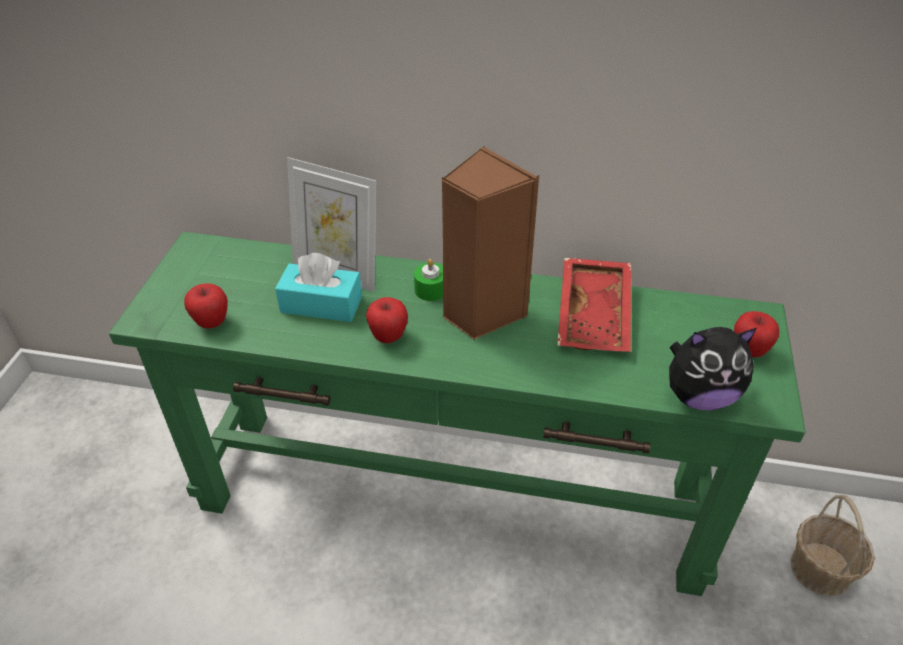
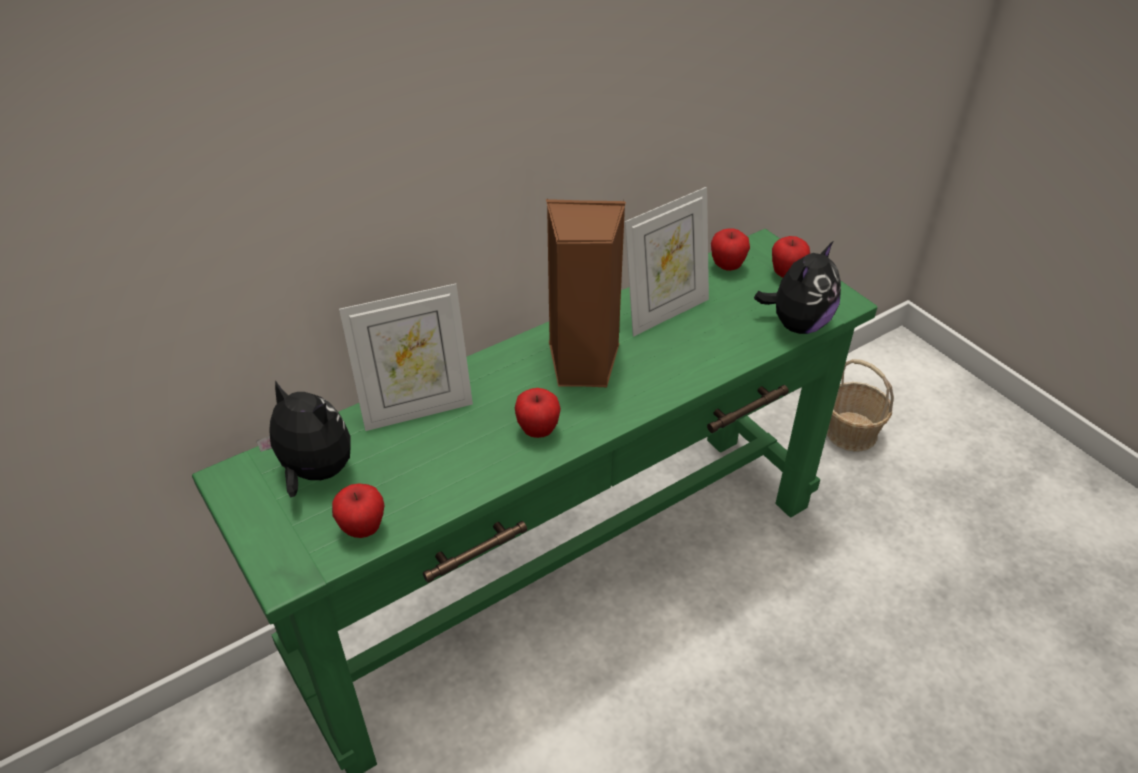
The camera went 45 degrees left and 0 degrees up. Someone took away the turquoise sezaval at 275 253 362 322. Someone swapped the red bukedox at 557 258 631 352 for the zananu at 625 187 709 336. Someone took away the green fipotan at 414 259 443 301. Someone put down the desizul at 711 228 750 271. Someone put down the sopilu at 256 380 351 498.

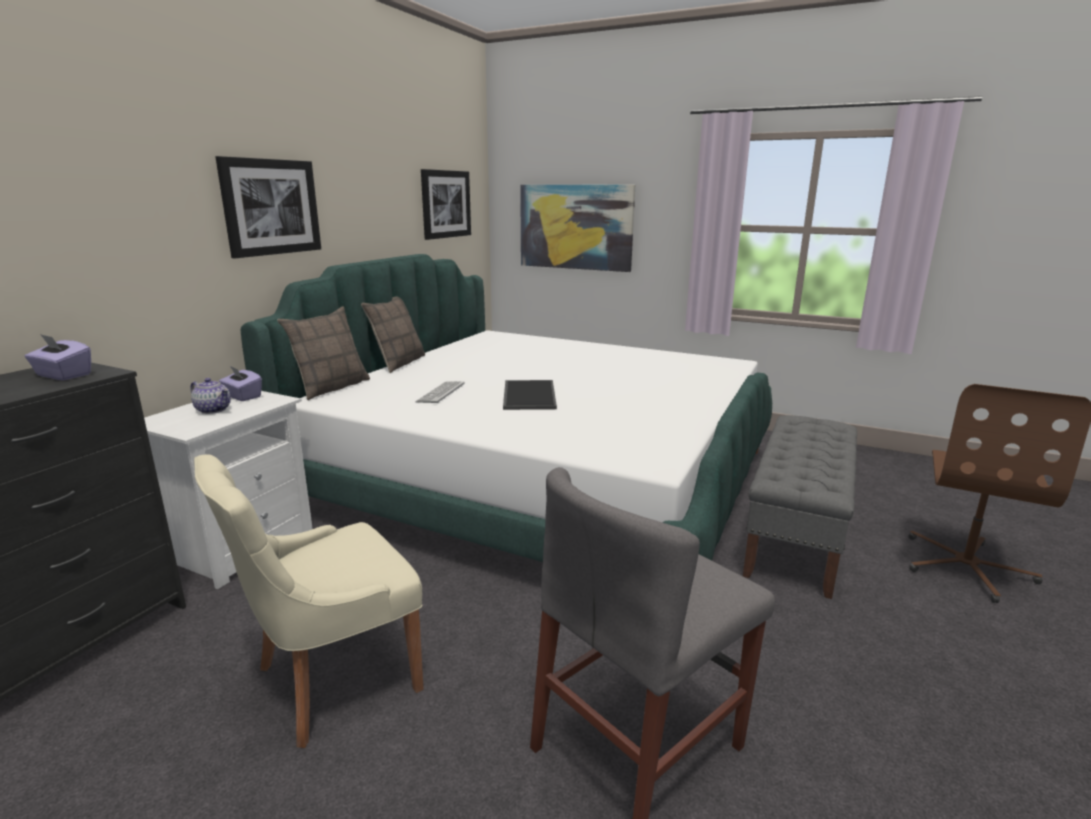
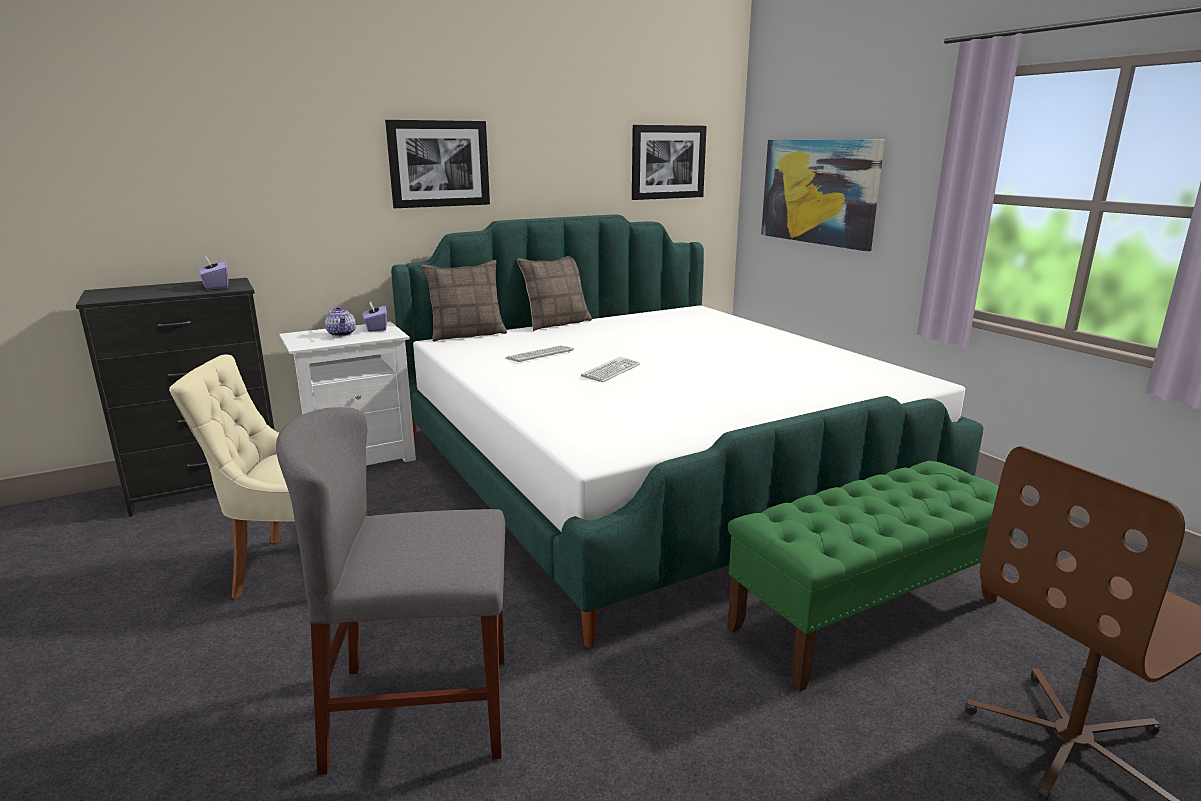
The camera went 35 degrees right and 0 degrees up. Someone swapped the bukedox at 503 380 557 410 for the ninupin at 581 357 641 382. Someone repainted the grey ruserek at 743 415 857 599, which became the green ruserek at 727 461 1014 692.

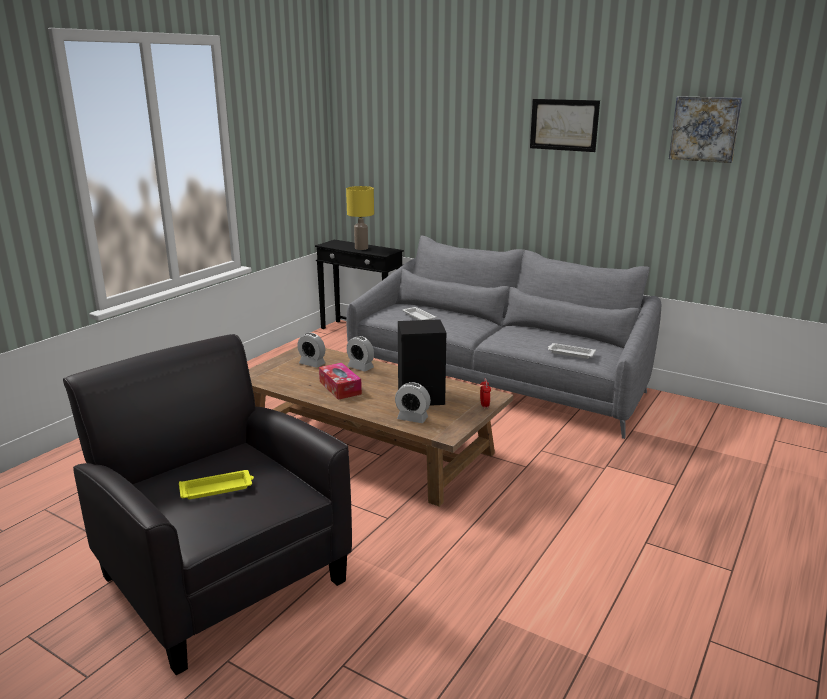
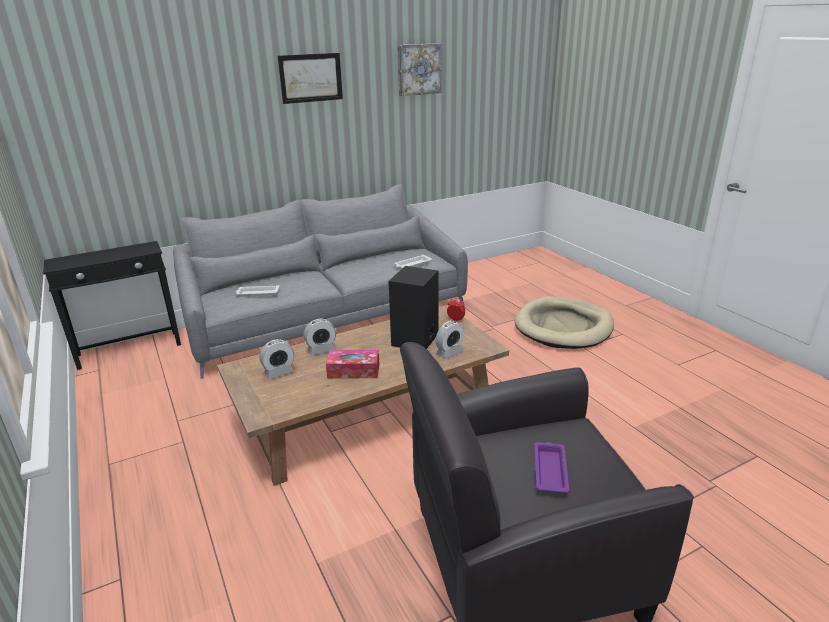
The camera went 60 degrees left and 5 degrees up. Someone took away the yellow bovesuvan at 346 186 374 250. Someone repainted the yellow bukedox at 179 470 254 499, which became the purple bukedox at 535 442 569 493. Someone put down the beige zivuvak at 515 296 614 349.

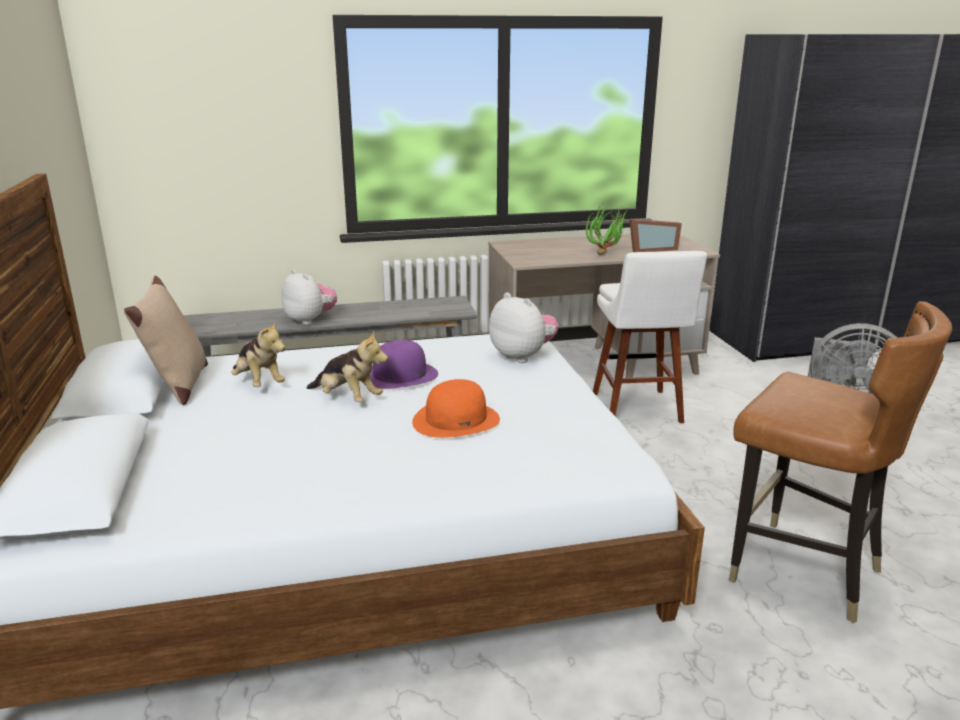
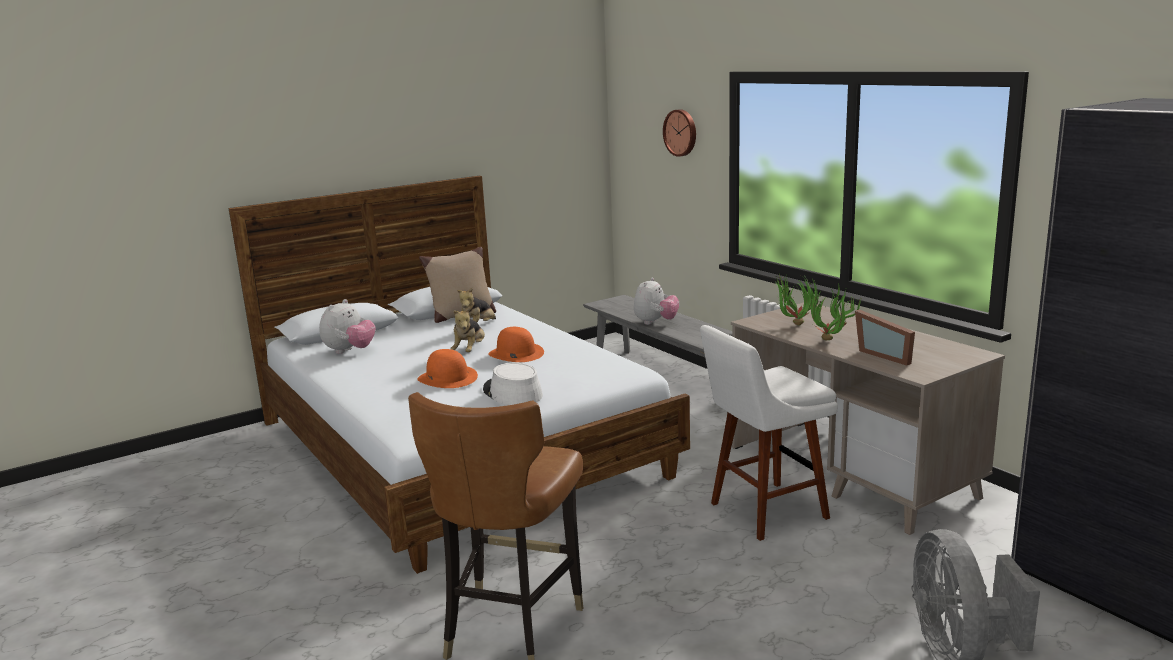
The camera went 70 degrees right and 5 degrees down. Someone carried the sopilu from 489 292 558 363 to 319 299 376 354. Someone repainted the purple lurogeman at 369 340 438 389, which became the orange lurogeman at 488 327 544 362. Someone put up the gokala at 663 109 696 157. Someone put down the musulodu at 775 274 817 325. Someone put down the white lurogeman at 483 363 543 405.

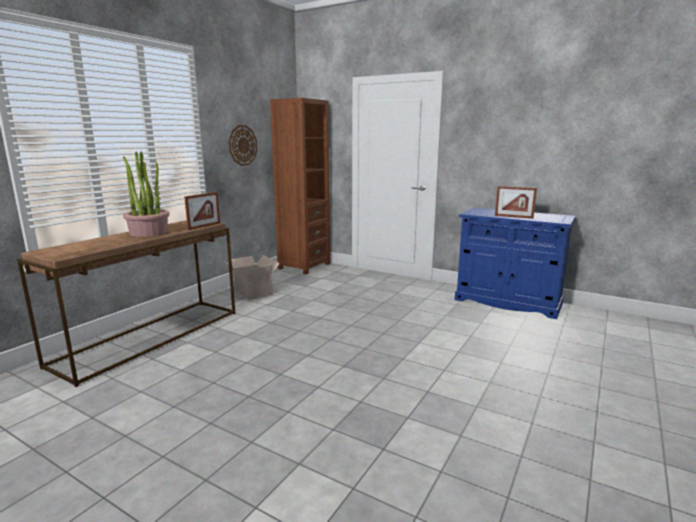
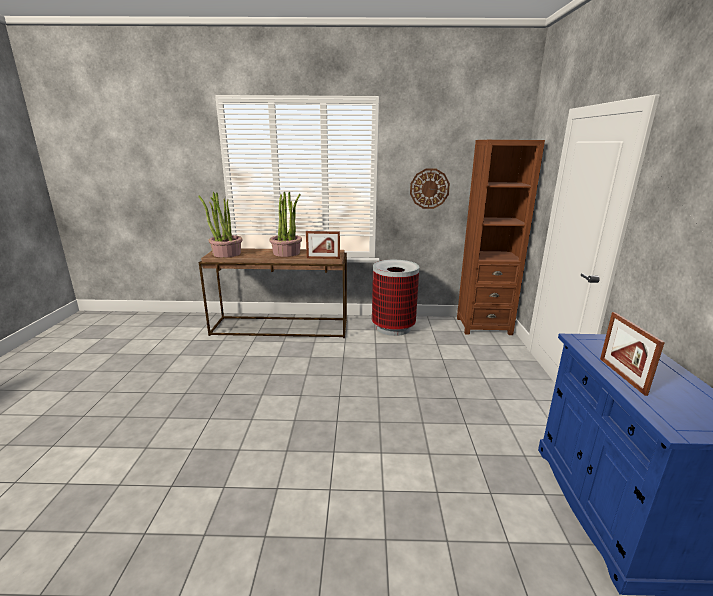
The camera went 60 degrees right and 5 degrees up. Someone swapped the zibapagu at 225 255 280 300 for the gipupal at 372 260 419 336. Someone put down the musulodu at 198 192 243 258.

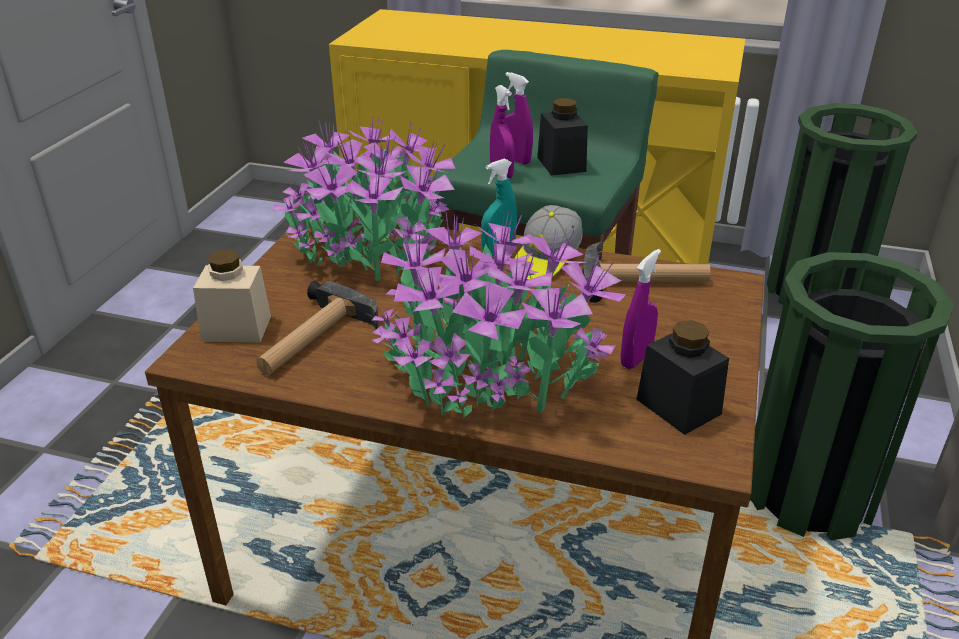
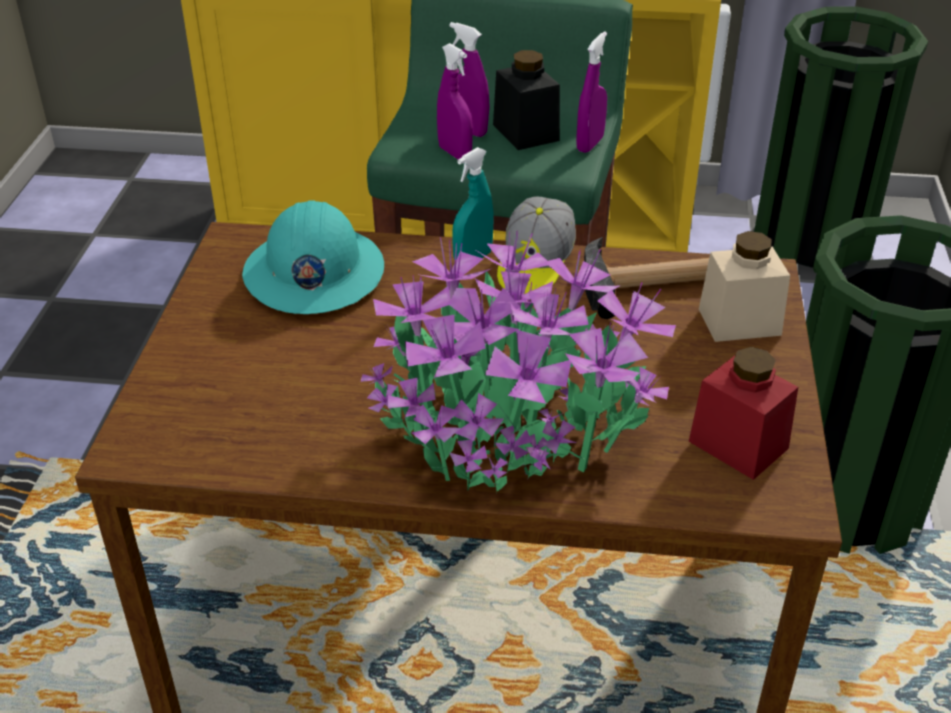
The camera went 10 degrees left and 5 degrees up. Someone swapped the musulodu at 273 118 456 281 for the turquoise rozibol at 242 200 384 314. Someone carried the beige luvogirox from 193 249 271 342 to 699 231 790 342. Someone carried the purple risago from 620 249 661 369 to 576 31 607 153. Someone took away the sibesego at 256 281 379 375. Someone repainted the black luvogirox at 637 320 729 435, which became the red luvogirox at 689 347 798 480.

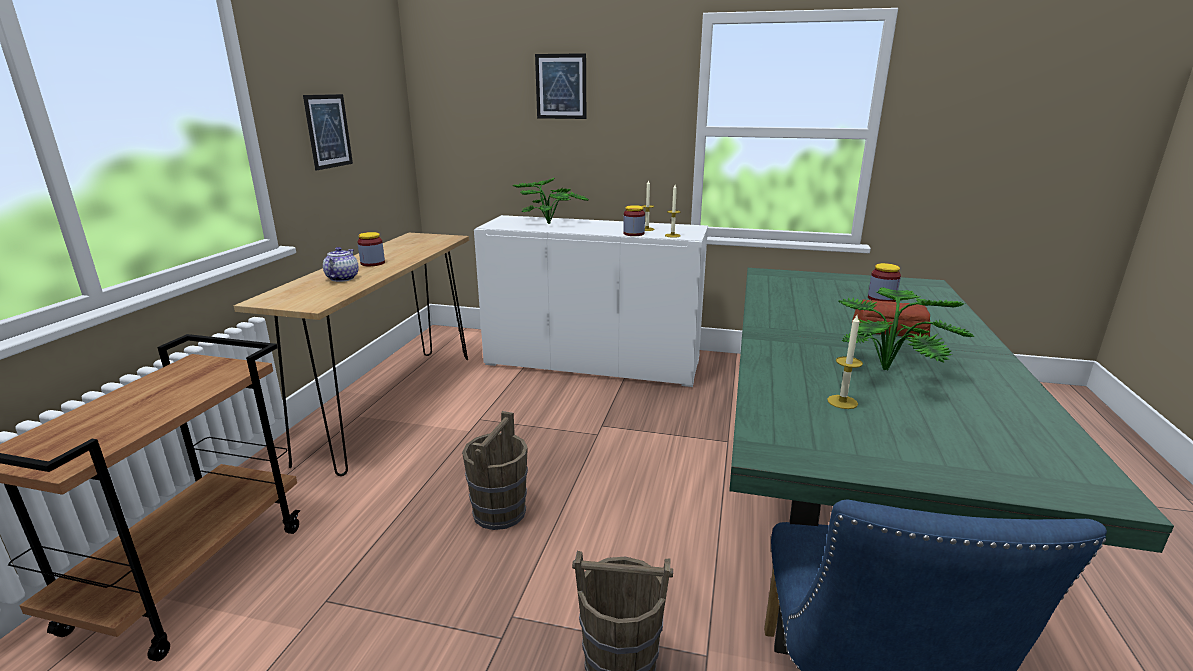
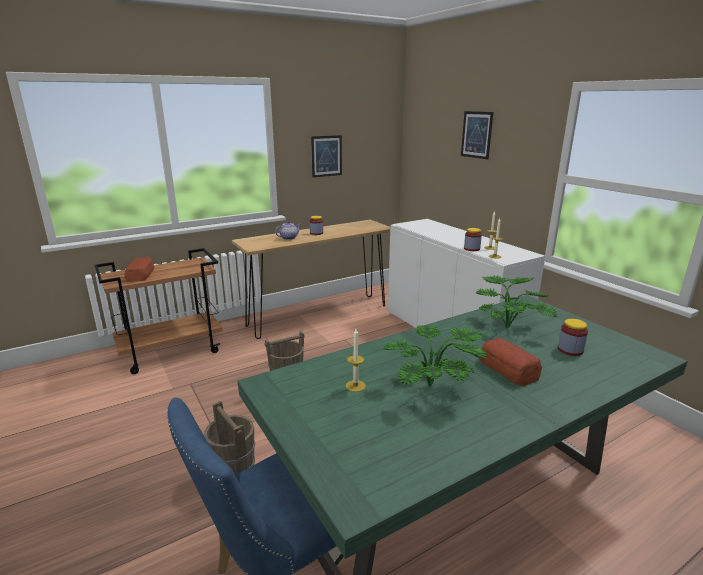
The camera went 45 degrees right and 0 degrees up. Someone carried the musulodu from 513 178 588 224 to 476 275 558 328. Someone put down the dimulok at 124 257 154 282.

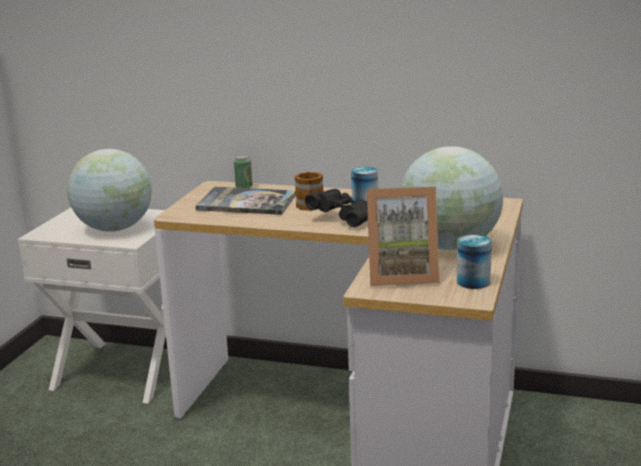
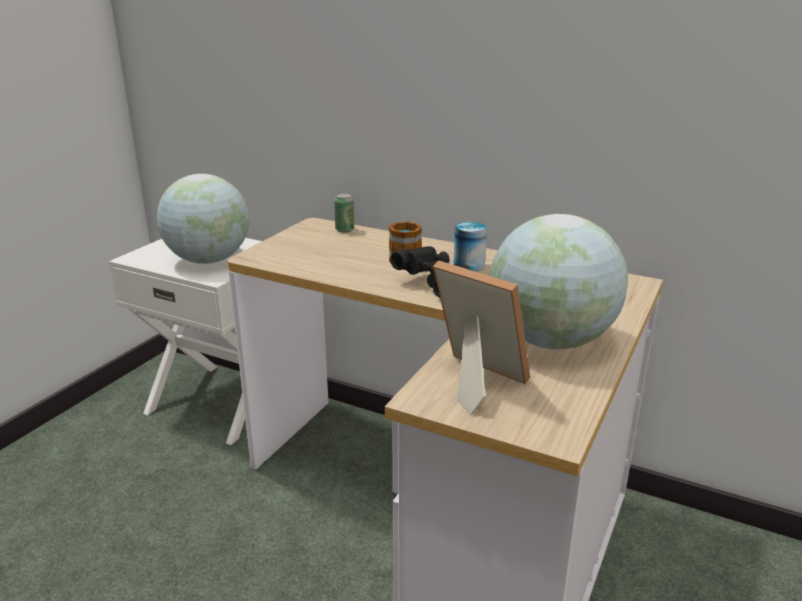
The camera went 10 degrees right and 5 degrees up. Someone took away the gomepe at 195 187 296 215. Someone rotated the zananu at 367 187 439 286 by 150 degrees counterclockwise. Someone took away the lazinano at 457 234 492 289.

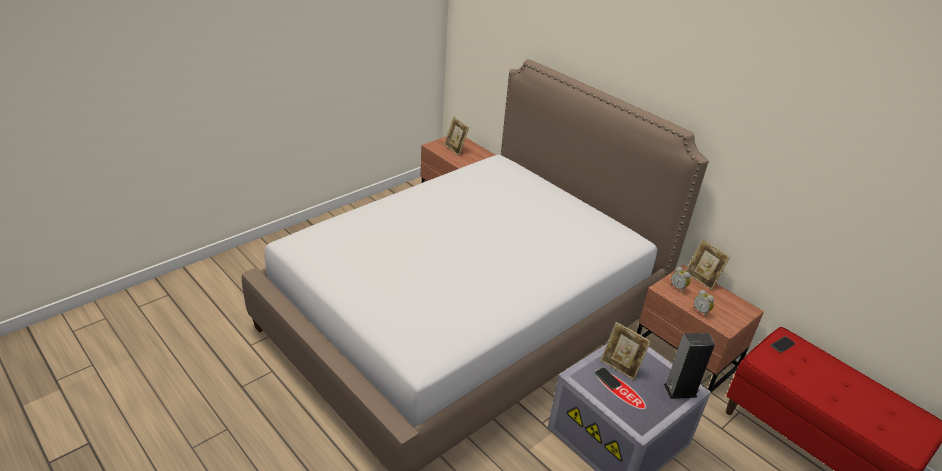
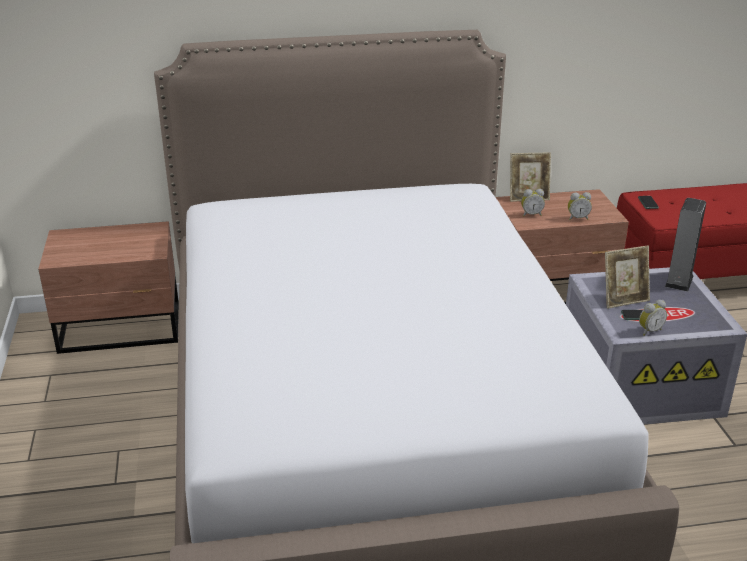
The camera went 55 degrees left and 5 degrees down. Someone took away the zananu at 444 117 469 156. Someone put down the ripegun at 639 300 667 336.

